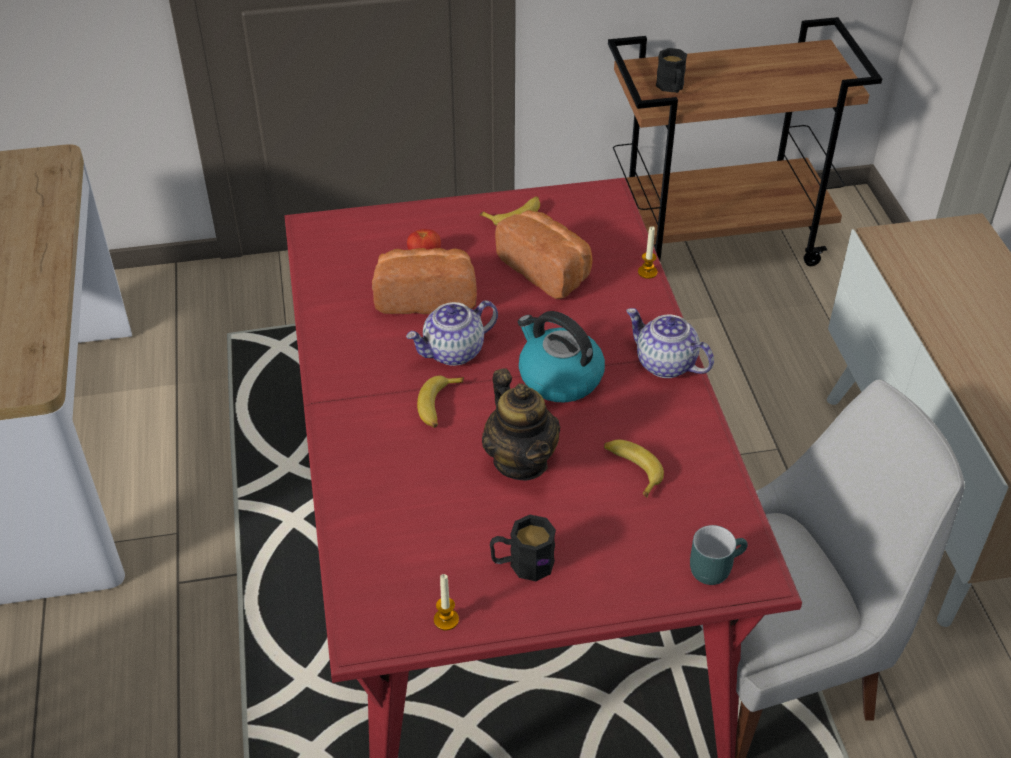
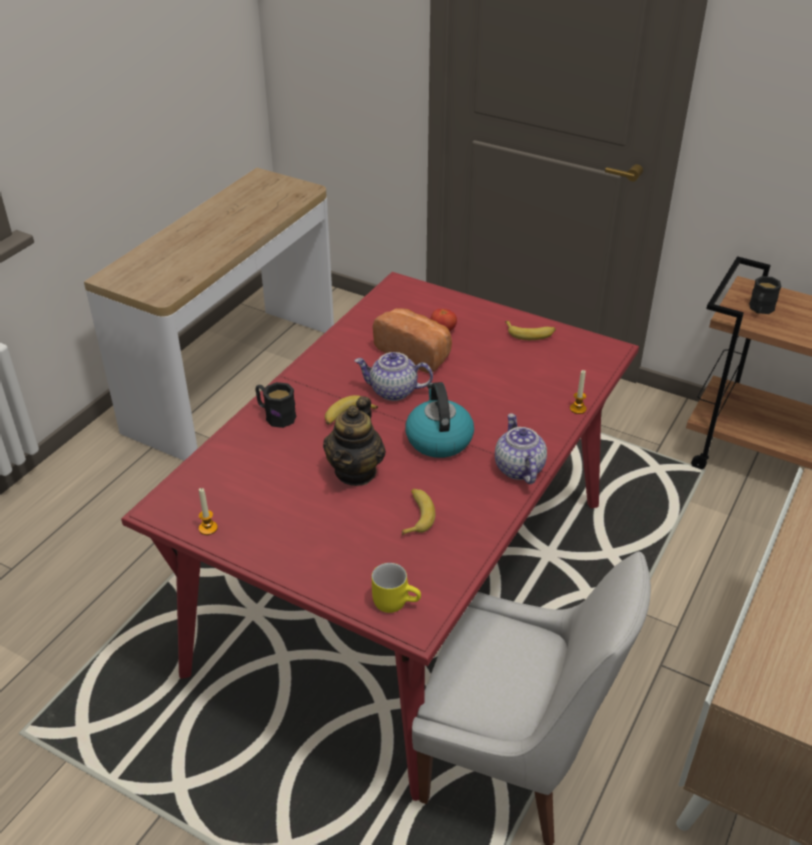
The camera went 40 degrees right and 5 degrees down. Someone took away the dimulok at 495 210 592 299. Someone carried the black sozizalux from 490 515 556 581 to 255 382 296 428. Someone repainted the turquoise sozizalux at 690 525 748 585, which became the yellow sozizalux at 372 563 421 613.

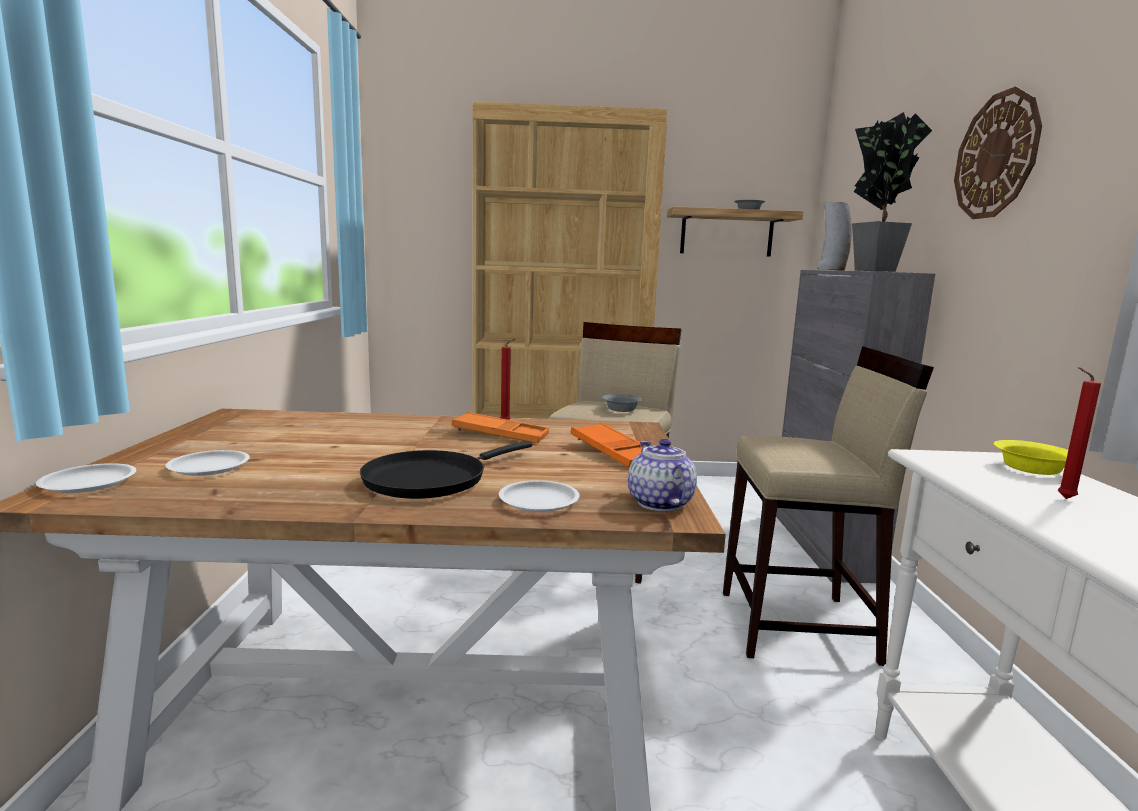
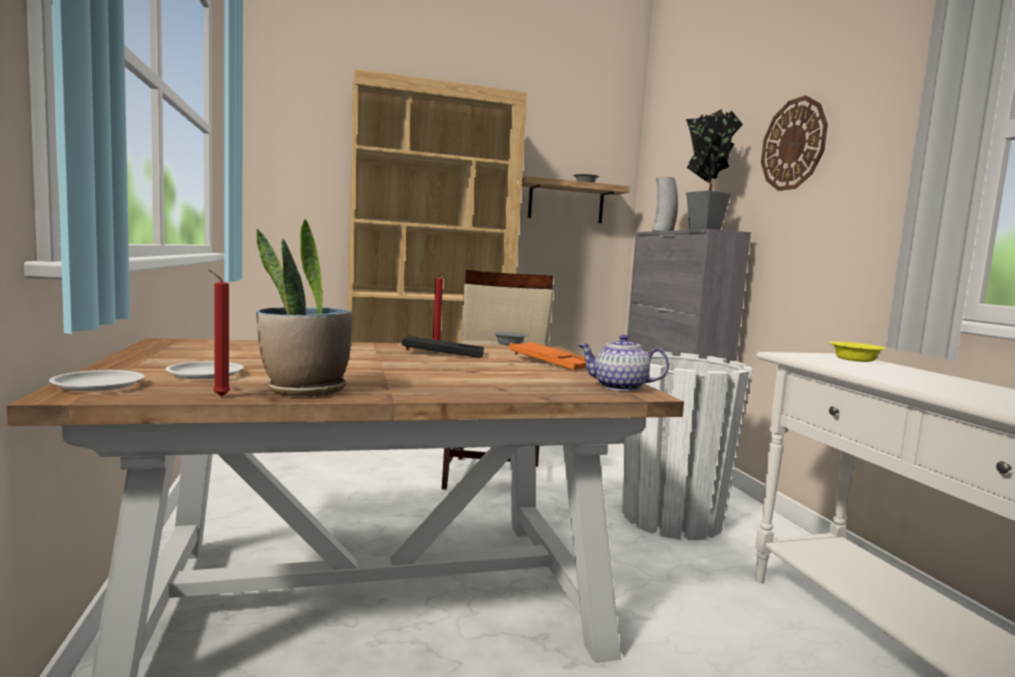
The camera went 15 degrees left and 5 degrees down. Someone swapped the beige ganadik at 723 346 934 666 for the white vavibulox at 622 352 753 540. Someone carried the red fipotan from 1058 367 1101 499 to 208 269 230 397. Someone repainted the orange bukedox at 452 412 549 443, which became the black bukedox at 402 335 484 358. Someone rotated the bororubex at 628 439 697 511 by 45 degrees counterclockwise. Someone took away the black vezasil at 360 441 532 499. Someone took away the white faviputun at 499 480 580 512. Someone put down the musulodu at 256 219 352 396.

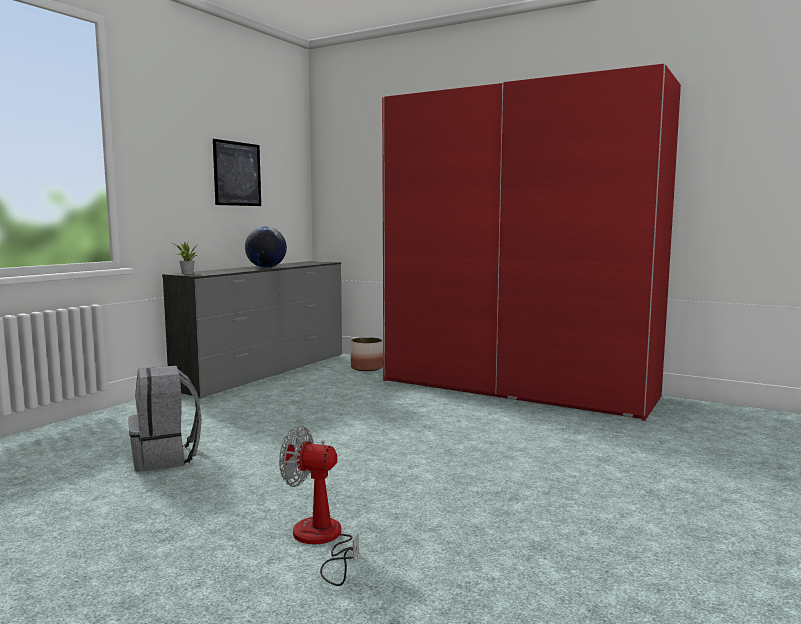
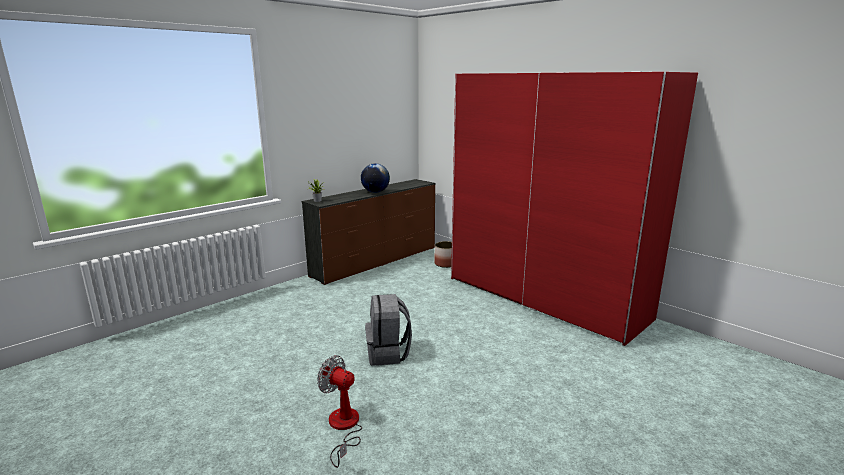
The camera went 15 degrees right and 10 degrees up. Someone took away the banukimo at 213 139 261 206. Someone repainted the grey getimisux at 162 261 342 399, which became the brown getimisux at 302 179 436 285. Someone carried the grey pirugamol from 128 366 202 472 to 365 294 412 366.

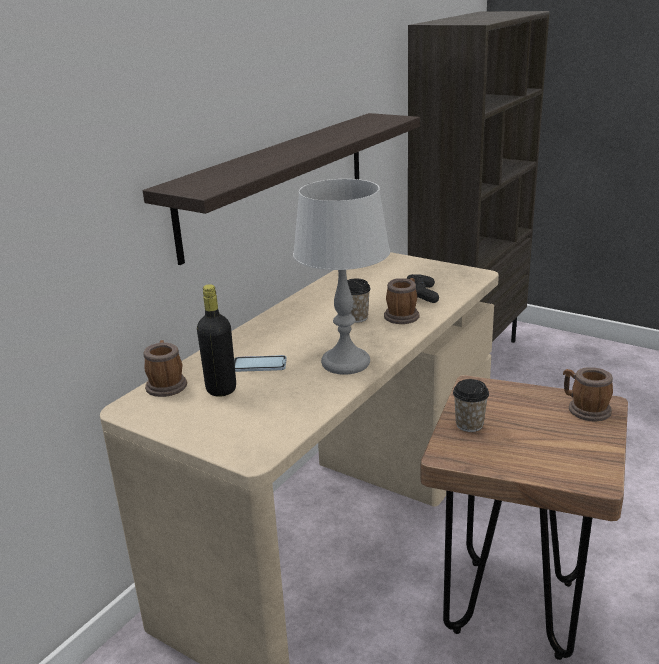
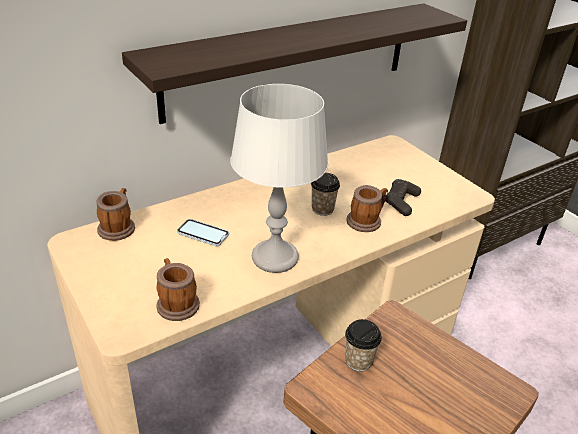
The camera went 20 degrees right and 10 degrees up. Someone took away the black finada at 197 284 236 397. Someone carried the sozizalux from 563 367 613 422 to 156 258 200 321.

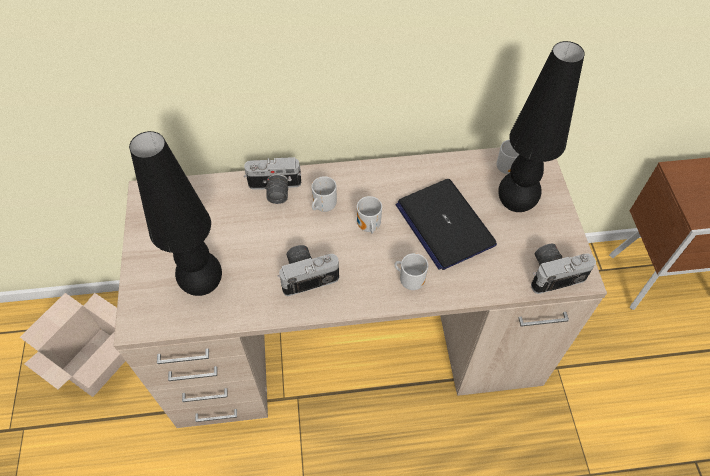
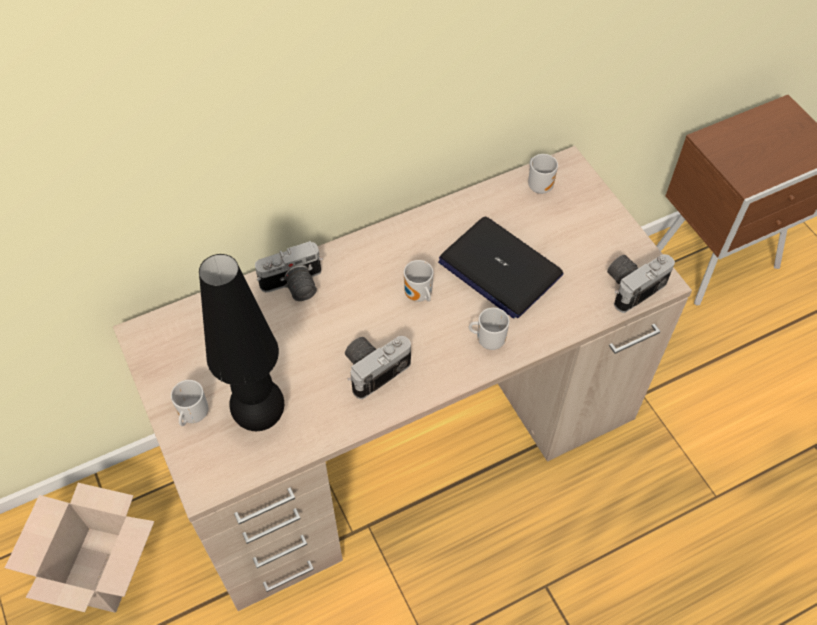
The camera went 20 degrees left and 0 degrees up. Someone took away the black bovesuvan at 498 41 585 212. Someone carried the sozizalux from 311 176 337 212 to 171 380 208 426.

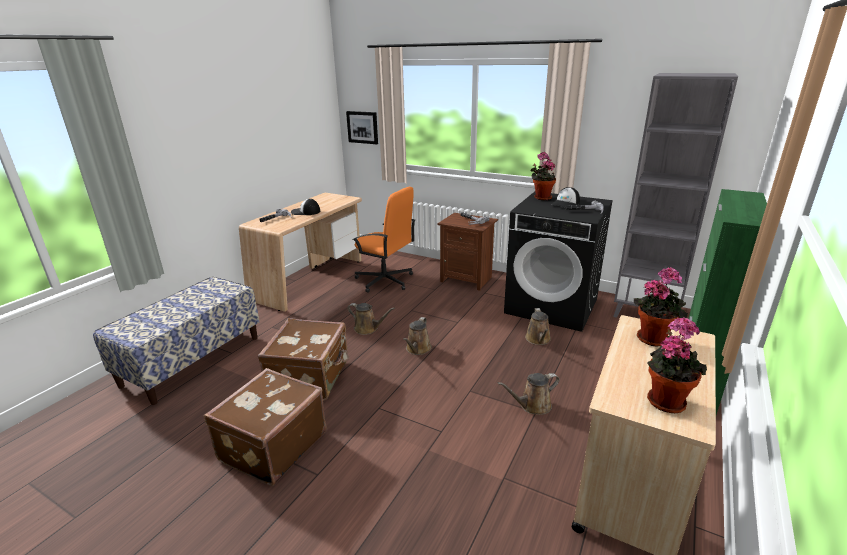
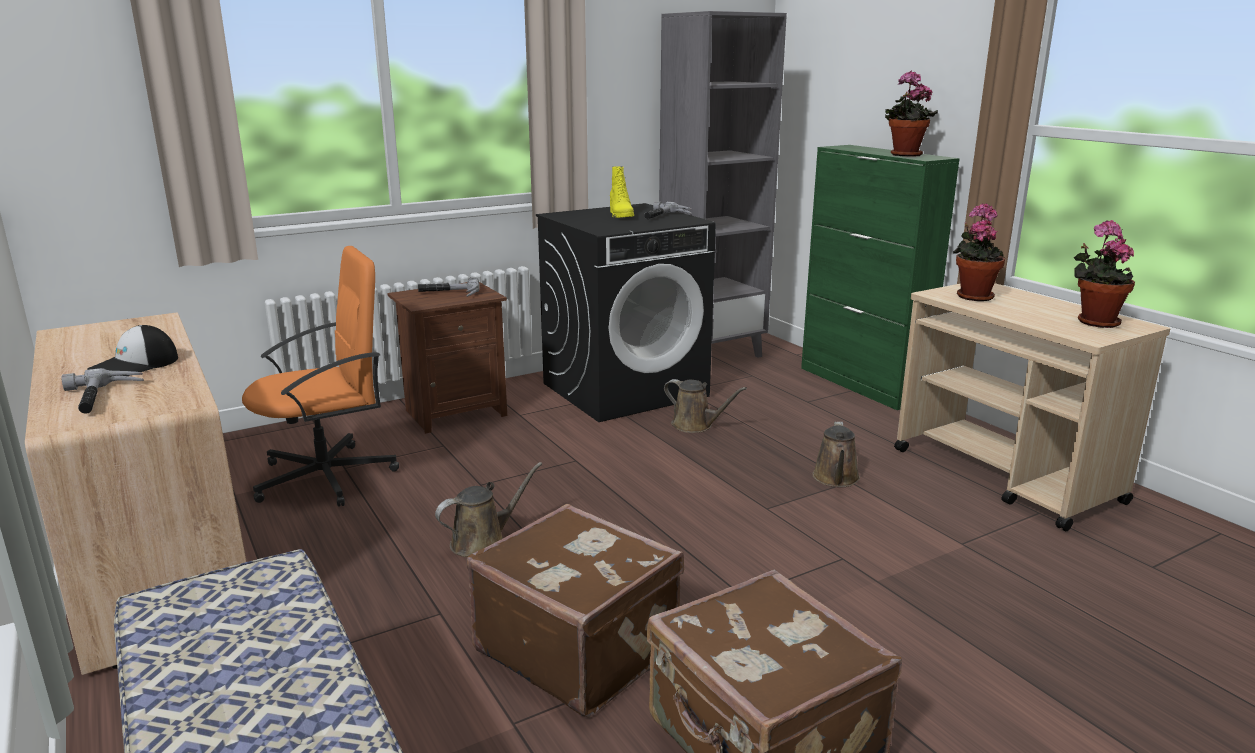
The camera went 60 degrees left and 5 degrees down. Someone took away the banukimo at 346 111 378 144. Someone carried the musulodu from 530 152 556 200 to 885 71 938 157. Someone swapped the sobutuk at 551 187 580 207 for the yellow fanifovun at 610 166 634 218. Someone took away the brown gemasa at 403 317 432 355.

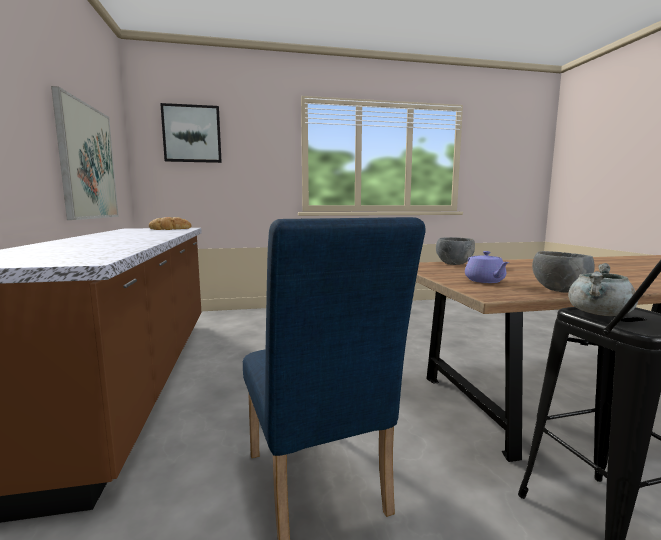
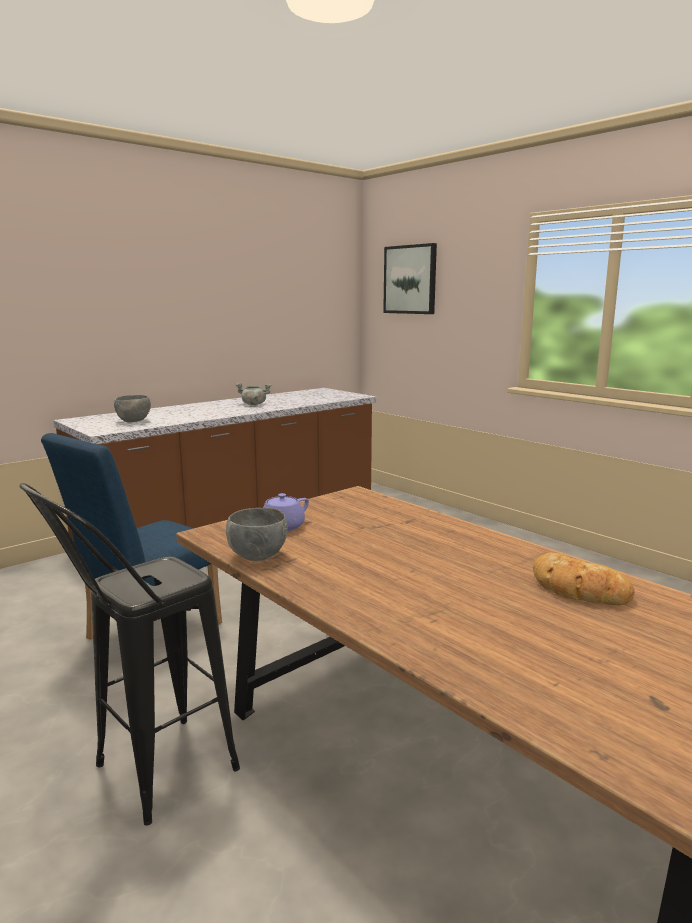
The camera went 60 degrees right and 5 degrees up. Someone took away the banukimo at 51 86 119 220. Someone carried the dimulok from 149 217 191 230 to 533 553 635 605. Someone carried the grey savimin from 436 237 475 265 to 114 395 151 423. Someone carried the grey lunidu from 568 263 638 316 to 236 383 271 405.

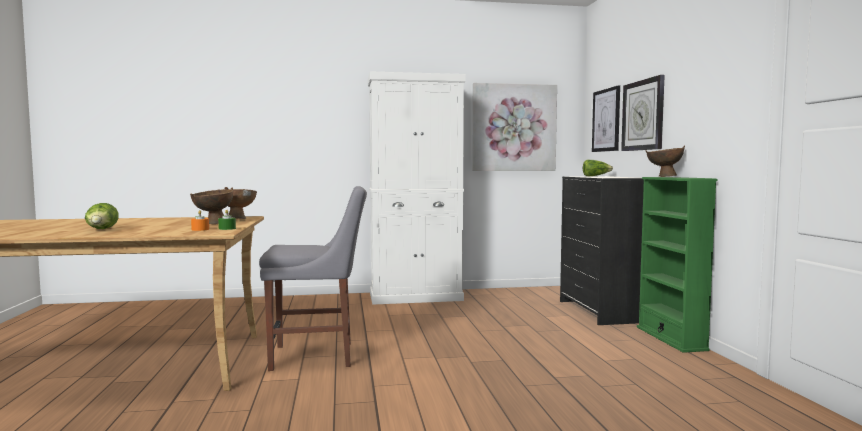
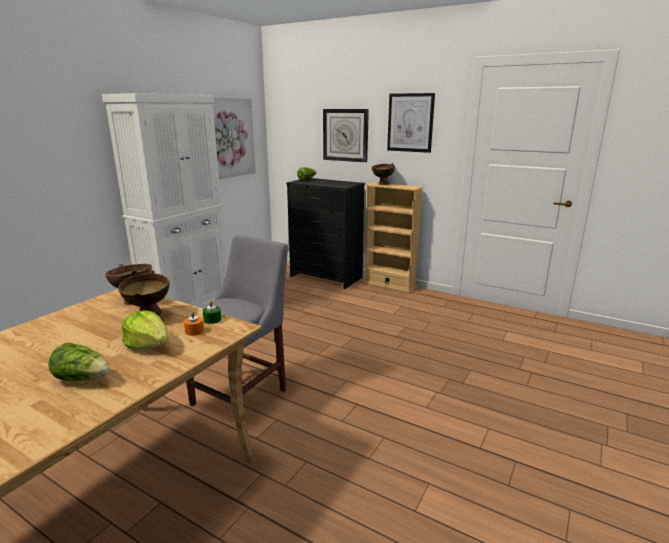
The camera went 50 degrees left and 15 degrees up. Someone carried the banukimo from 592 85 620 152 to 387 93 435 153. Someone repainted the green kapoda at 637 177 717 353, which became the beige kapoda at 364 182 423 293. Someone put down the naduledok at 122 310 169 350.

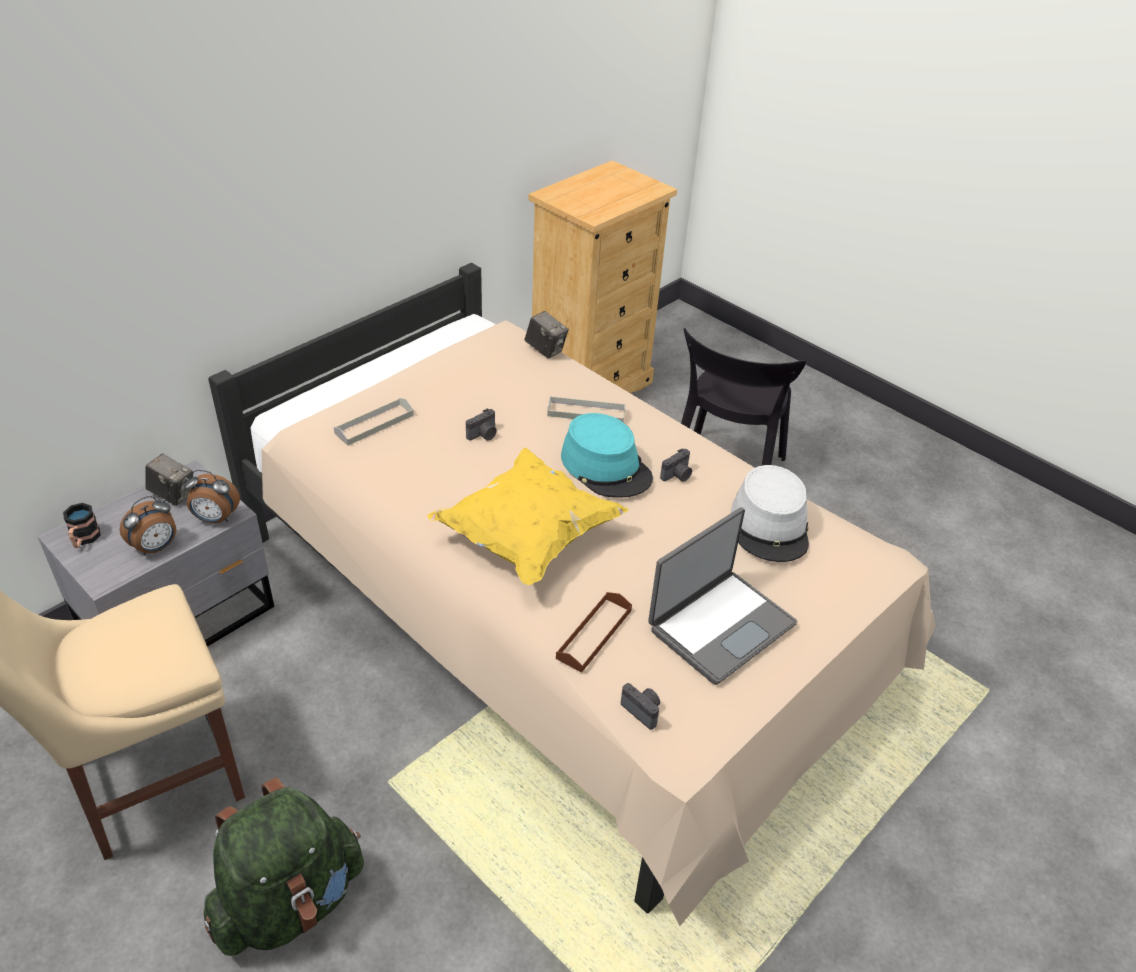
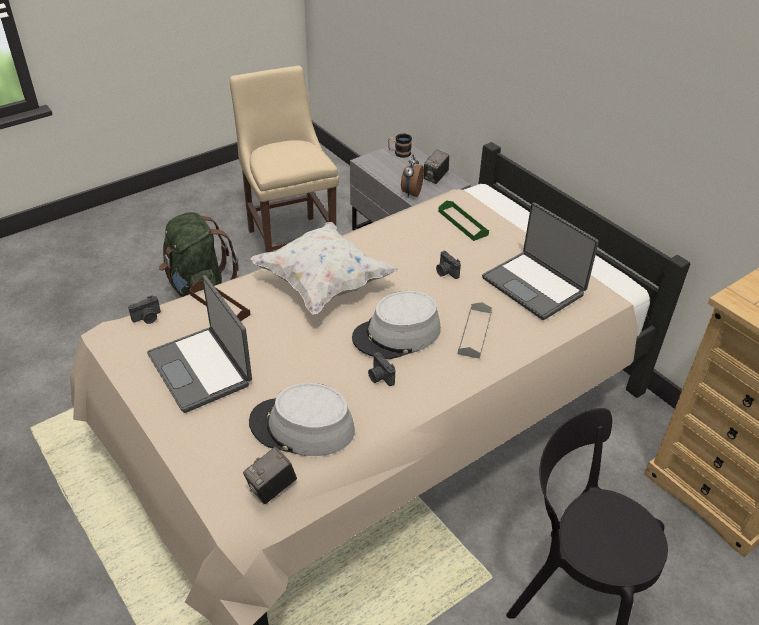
The camera went 100 degrees right and 0 degrees up. Someone carried the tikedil from 524 311 569 359 to 243 447 297 504. Someone repainted the grey bukedox at 334 398 414 446, which became the green bukedox at 438 200 489 241. Someone repainted the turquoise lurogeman at 561 413 653 498, which became the grey lurogeman at 352 291 441 359. Someone repainted the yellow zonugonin at 427 448 629 585, which became the white zonugonin at 251 222 398 315. Someone took away the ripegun at 120 496 176 555. Someone put down the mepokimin at 482 202 599 320.

